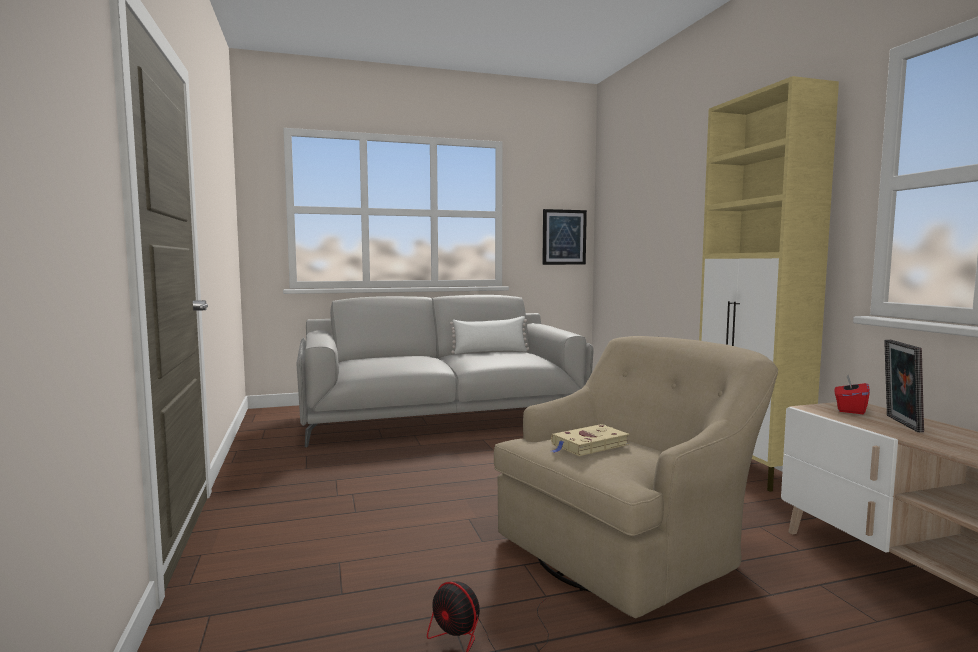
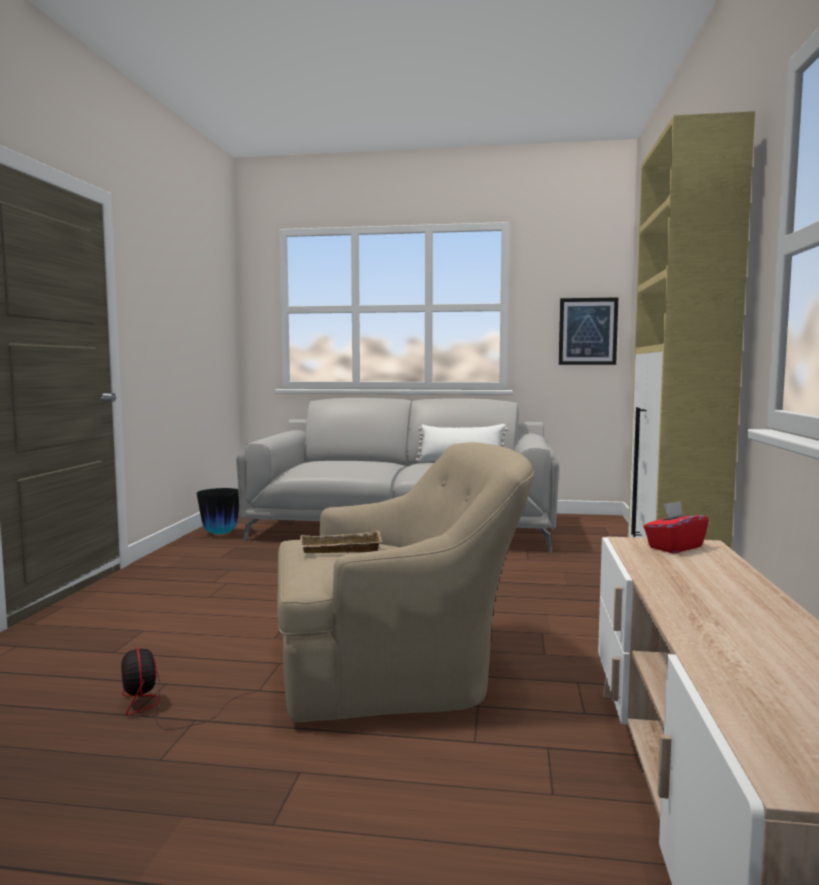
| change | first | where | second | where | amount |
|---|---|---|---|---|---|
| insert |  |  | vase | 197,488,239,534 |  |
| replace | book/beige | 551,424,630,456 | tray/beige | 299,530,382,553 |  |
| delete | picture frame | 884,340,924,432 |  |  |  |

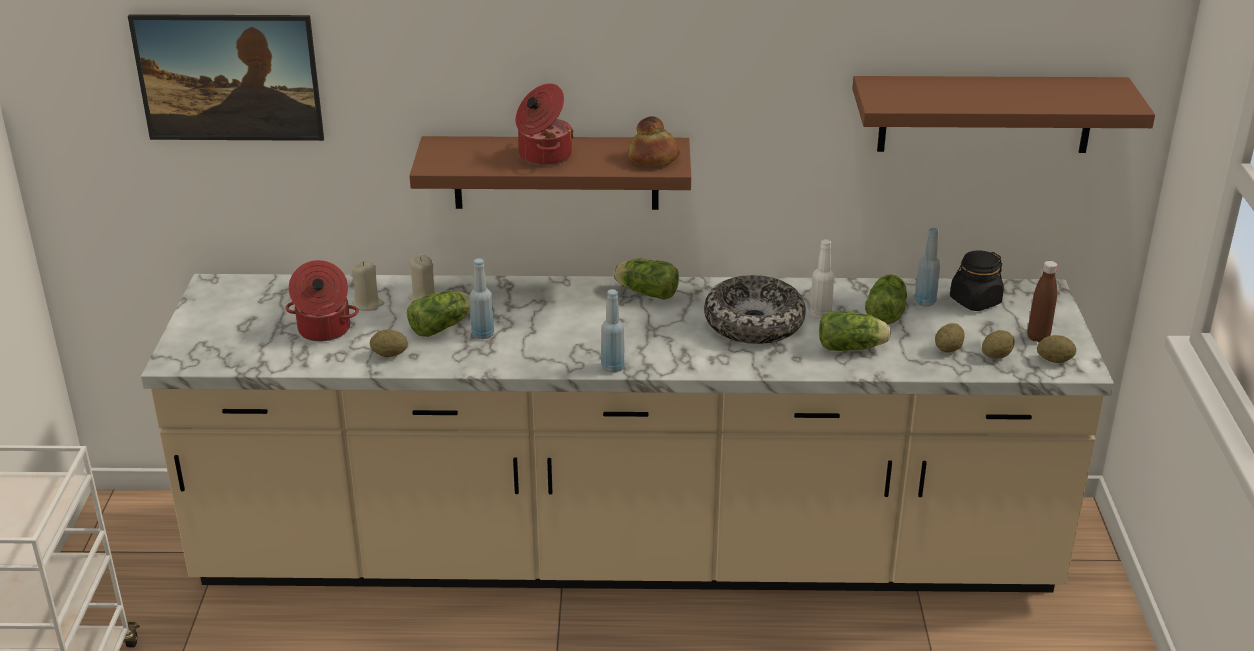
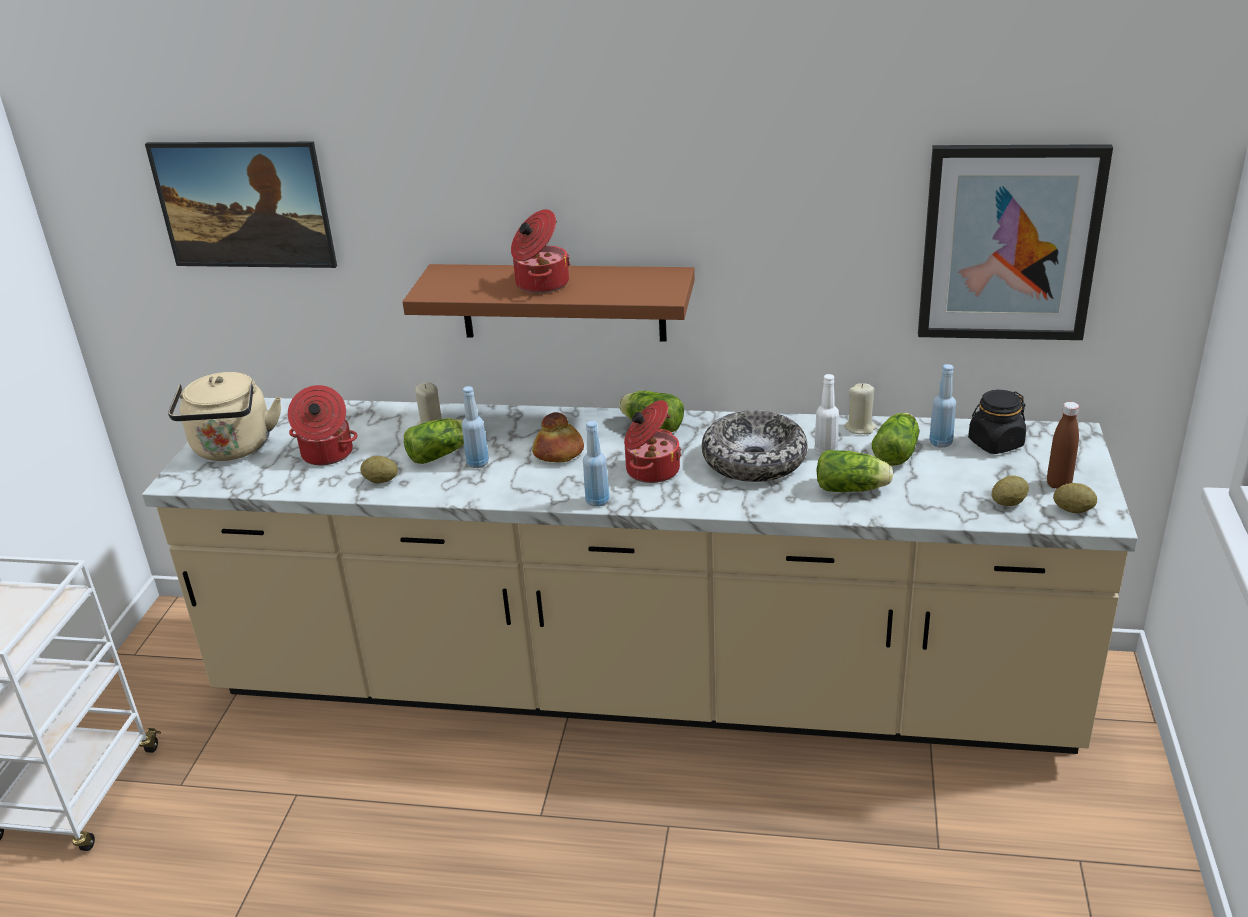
| change | first | where | second | where | amount |
|---|---|---|---|---|---|
| insert |  |  | kettle/beige | 168,372,281,461 |  |
| move | bread | 628,116,680,166 |  | 532,412,584,462 |  |
| insert |  |  | cooking pot | 624,400,682,483 |  |
| move | candle/beige | 351,261,384,311 |  | 844,383,877,434 |  |
| replace | shelf/brown | 852,76,1155,153 | picture | 918,144,1113,340 |  |
| delete | potato | 935,323,965,353 |  |  |  |

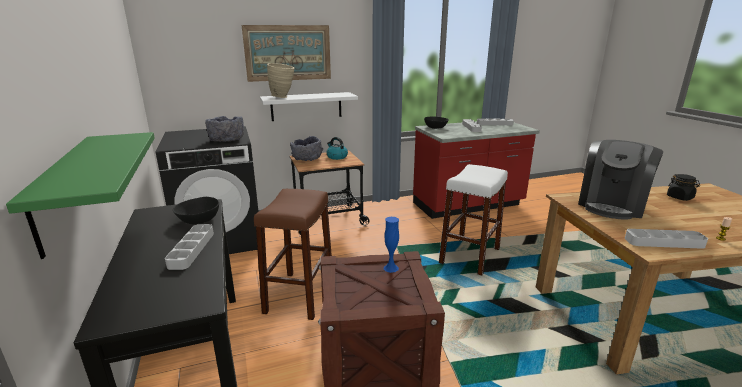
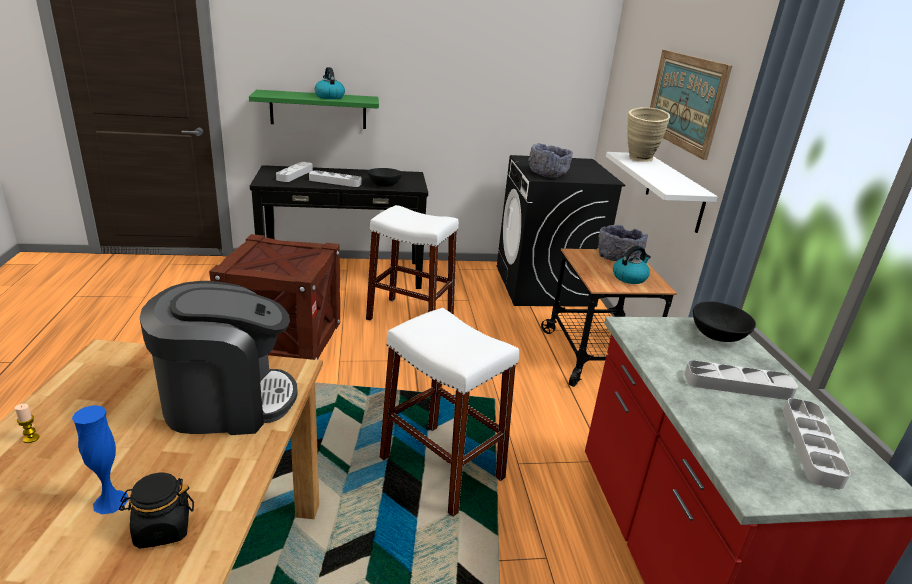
| change | first | where | second | where | amount |
|---|---|---|---|---|---|
| move | vase/blue | 383,217,399,273 |  | 72,405,129,514 |  |
| rotate | coffee machine | 578,140,663,220 |  | 139,281,298,435 | 120 degrees clockwise |
| move | tray/grey | 625,229,708,249 |  | 276,162,313,182 |  |
| insert |  |  | kettle | 315,67,345,99 |  |
| recolor | stool/brown | 254,189,332,320 | stool/white | 366,205,459,321 |  |

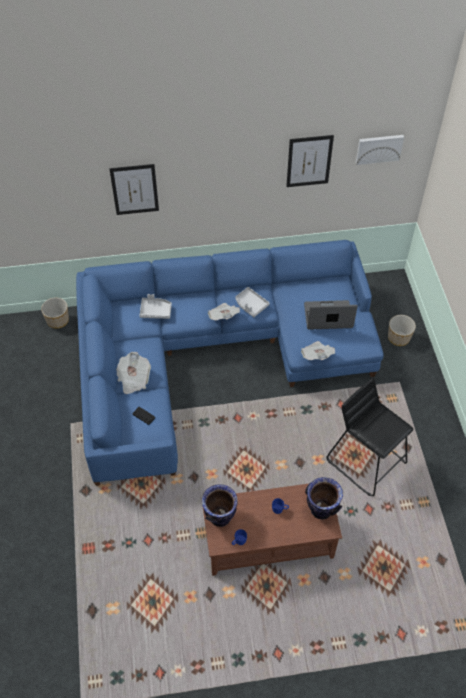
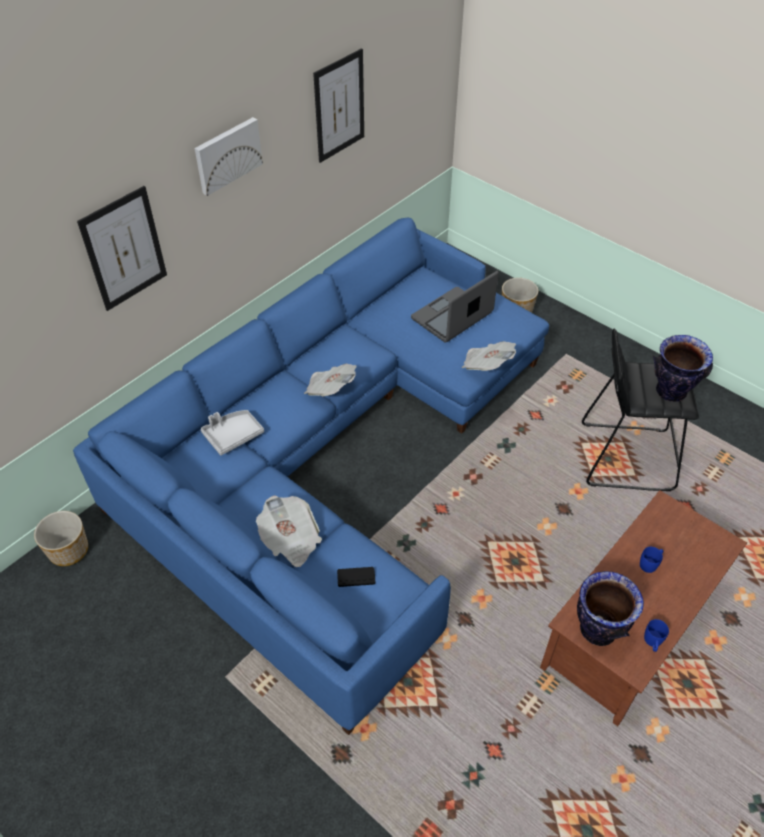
| change | first | where | second | where | amount |
|---|---|---|---|---|---|
| move | picture | 356,135,404,165 |  | 195,117,263,196 |  |
| move | vase | 305,477,343,519 |  | 653,335,713,402 |  |
| delete | tray/grey | 235,287,270,317 |  |  |  |

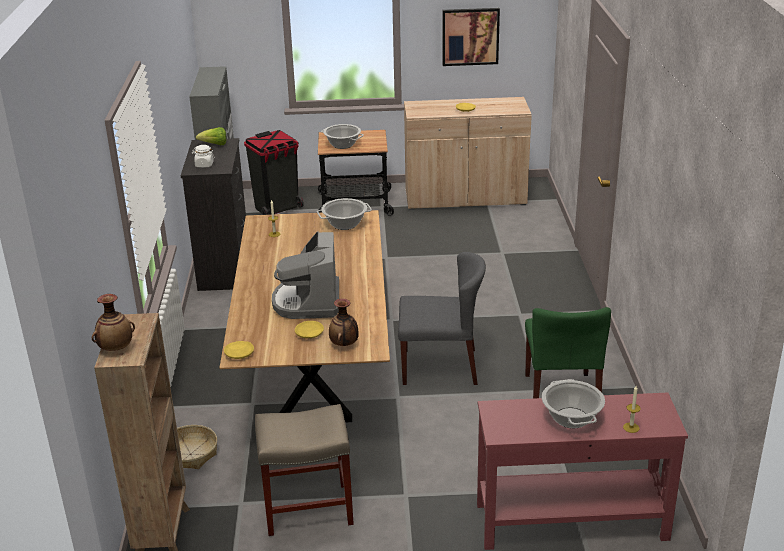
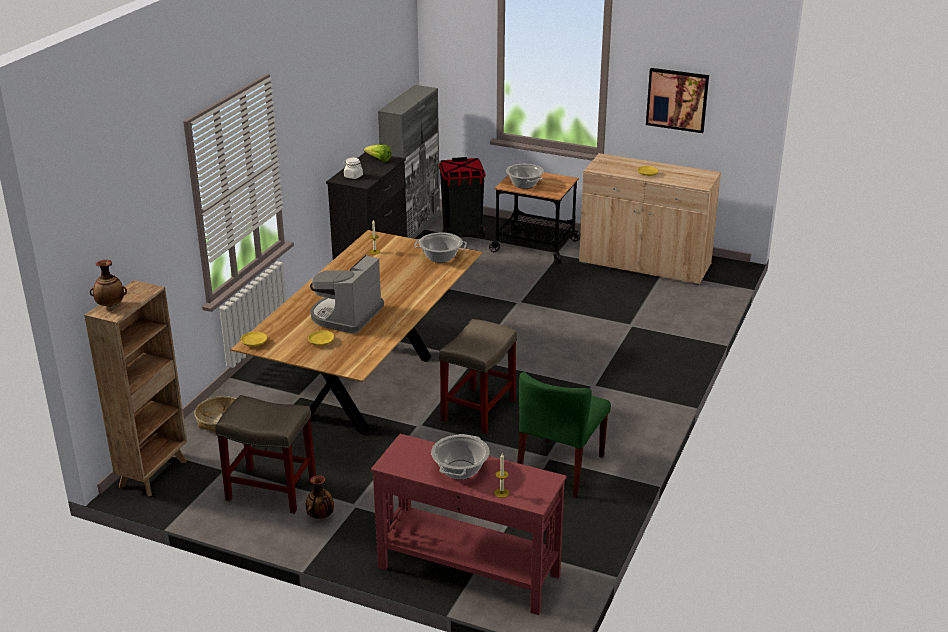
| change | first | where | second | where | amount |
|---|---|---|---|---|---|
| move | vase | 329,298,359,346 |  | 306,475,334,519 |  |
| replace | chair/grey | 398,252,486,385 | stool/beige | 439,319,517,434 |  |

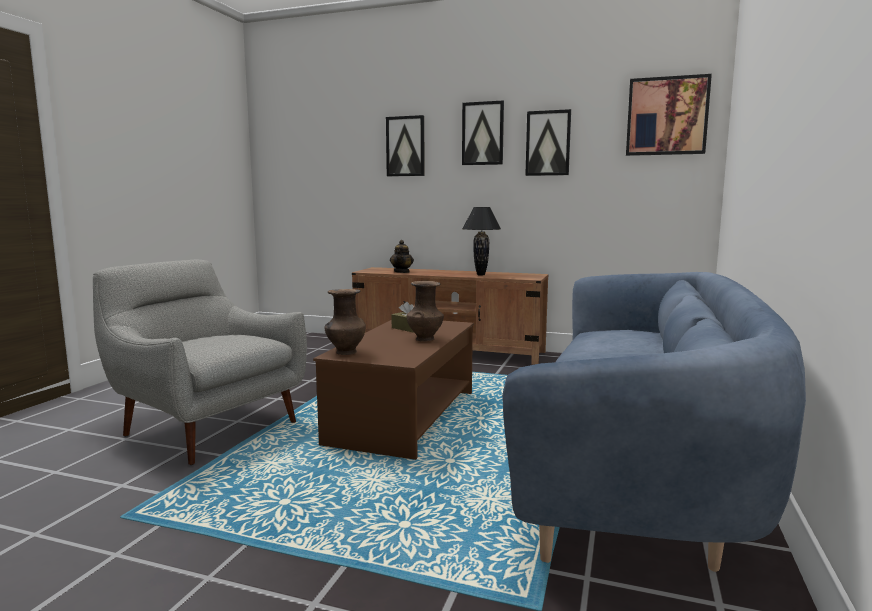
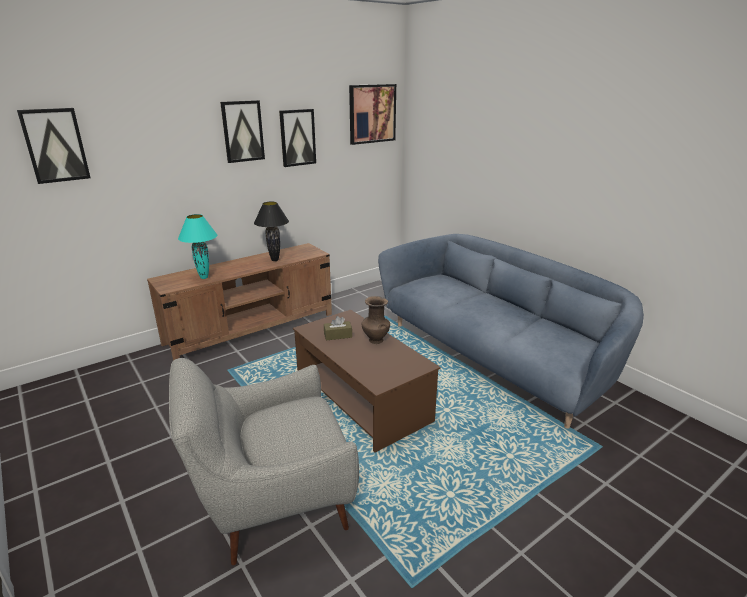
| change | first | where | second | where | amount |
|---|---|---|---|---|---|
| move | picture | 386,115,424,176 |  | 17,108,91,184 |  |
| replace | teapot | 390,240,414,273 | table lamp/turquoise | 178,214,217,279 |  |
| delete | vase/brown | 324,289,366,355 |  |  |  |

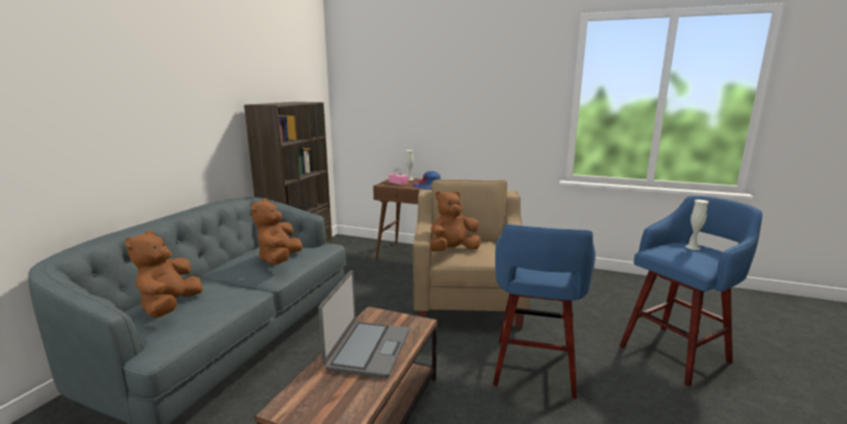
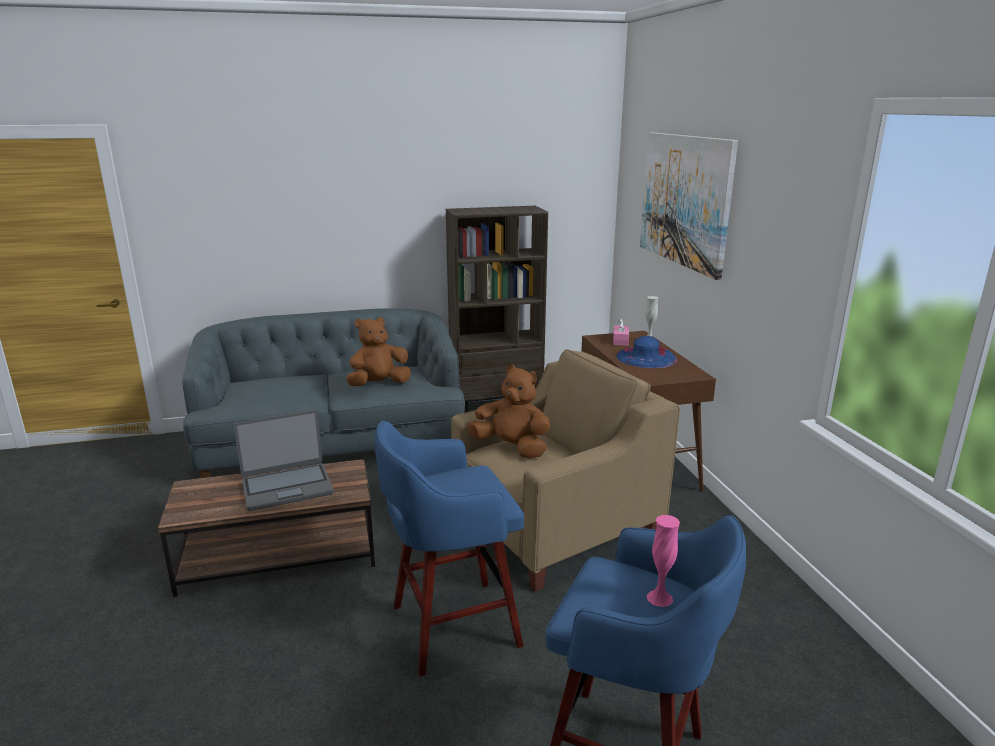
| change | first | where | second | where | amount |
|---|---|---|---|---|---|
| insert |  |  | picture | 640,132,738,280 |  |
| recolor | vase/white | 685,200,709,250 | vase/pink | 647,515,680,607 |  |
| delete | plush toy/brown | 125,230,203,318 |  |  |  |

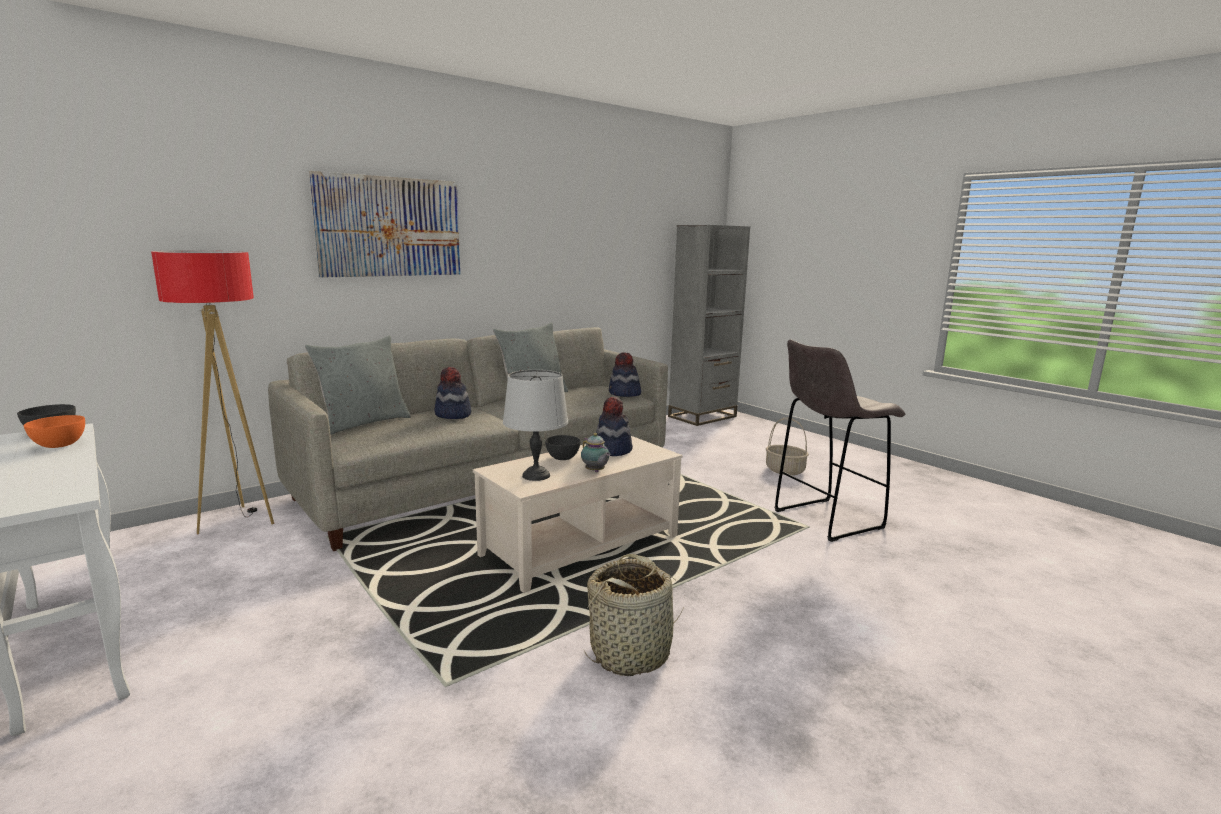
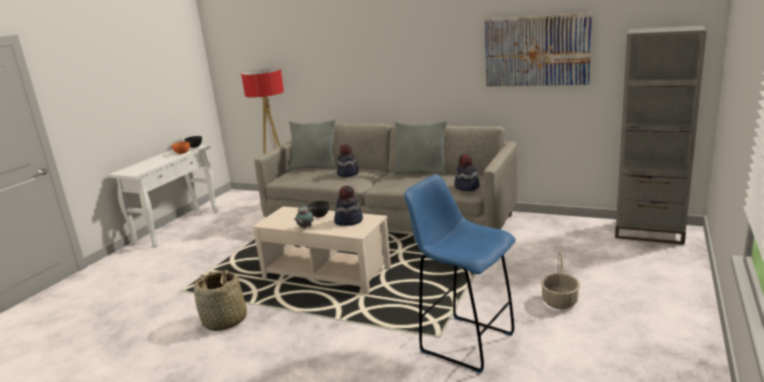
| change | first | where | second | where | amount |
|---|---|---|---|---|---|
| recolor | stool/grey | 775,340,906,542 | stool/blue | 404,174,516,373 |  |
| move | picture | 309,171,460,278 |  | 485,13,592,86 |  |
| delete | table lamp/grey | 503,370,568,481 |  |  |  |

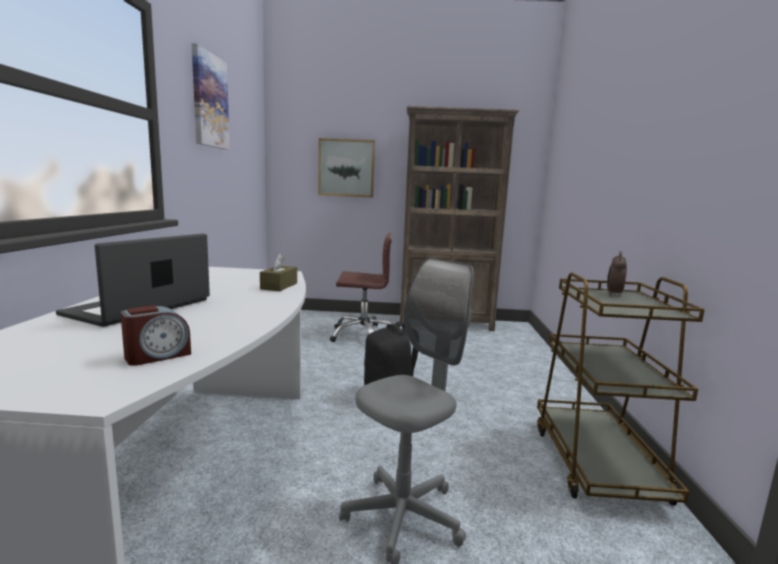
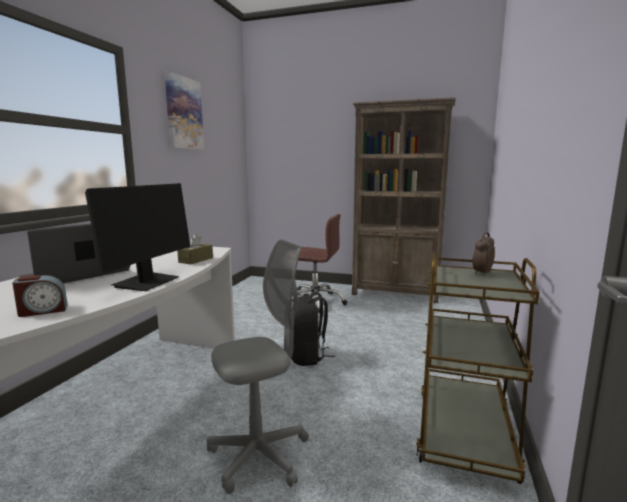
| change | first | where | second | where | amount |
|---|---|---|---|---|---|
| insert |  |  | monitor | 85,183,190,291 |  |
| delete | picture | 318,138,375,198 |  |  |  |

